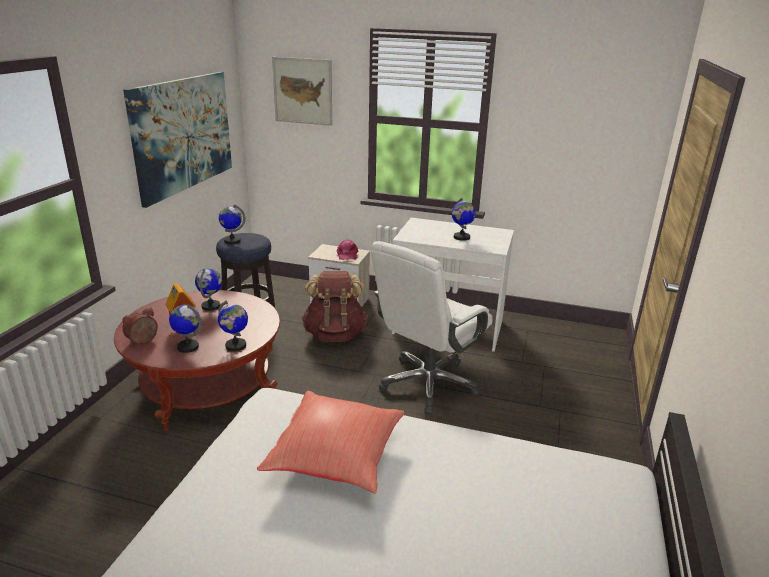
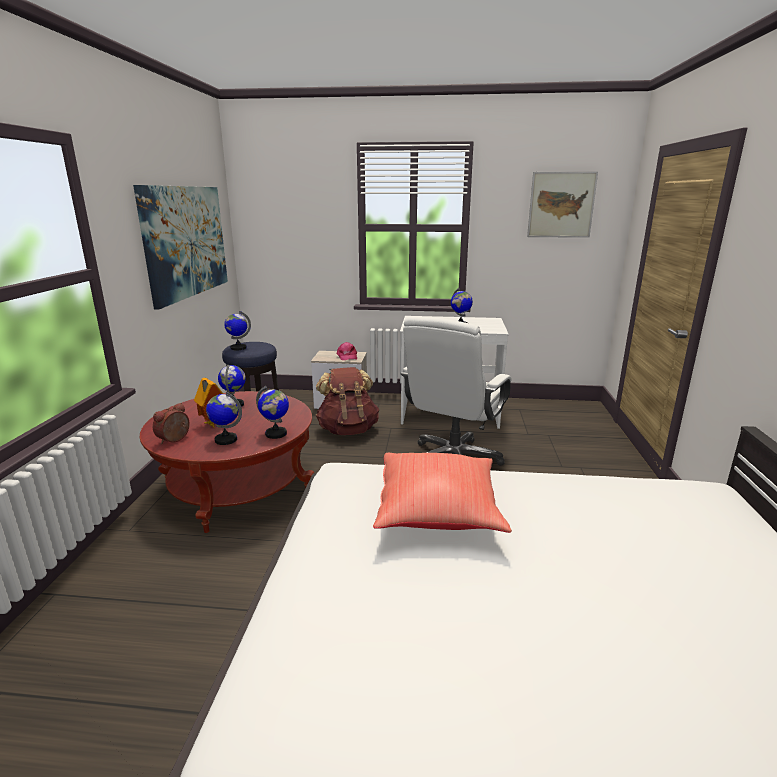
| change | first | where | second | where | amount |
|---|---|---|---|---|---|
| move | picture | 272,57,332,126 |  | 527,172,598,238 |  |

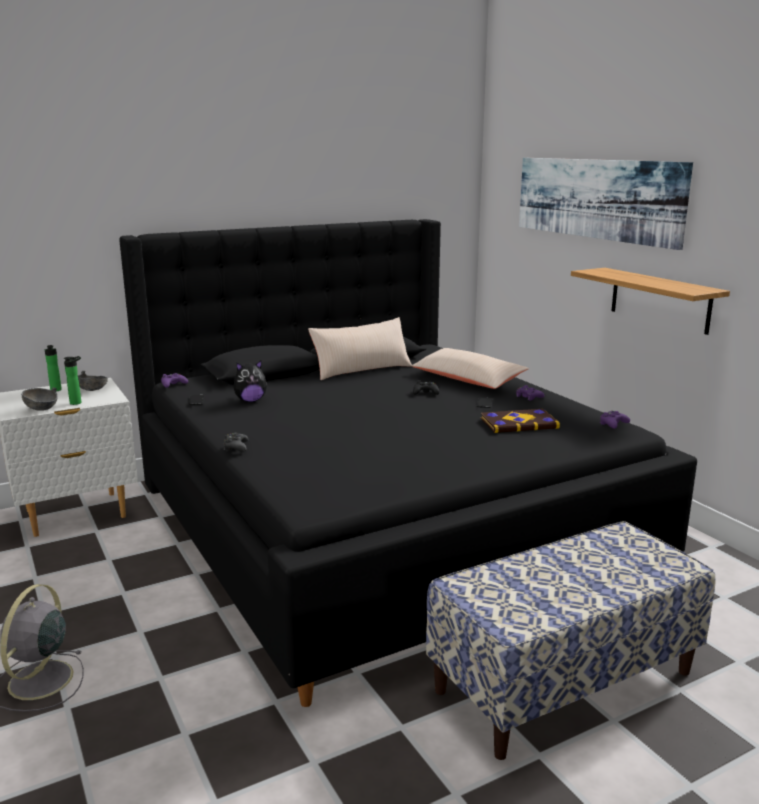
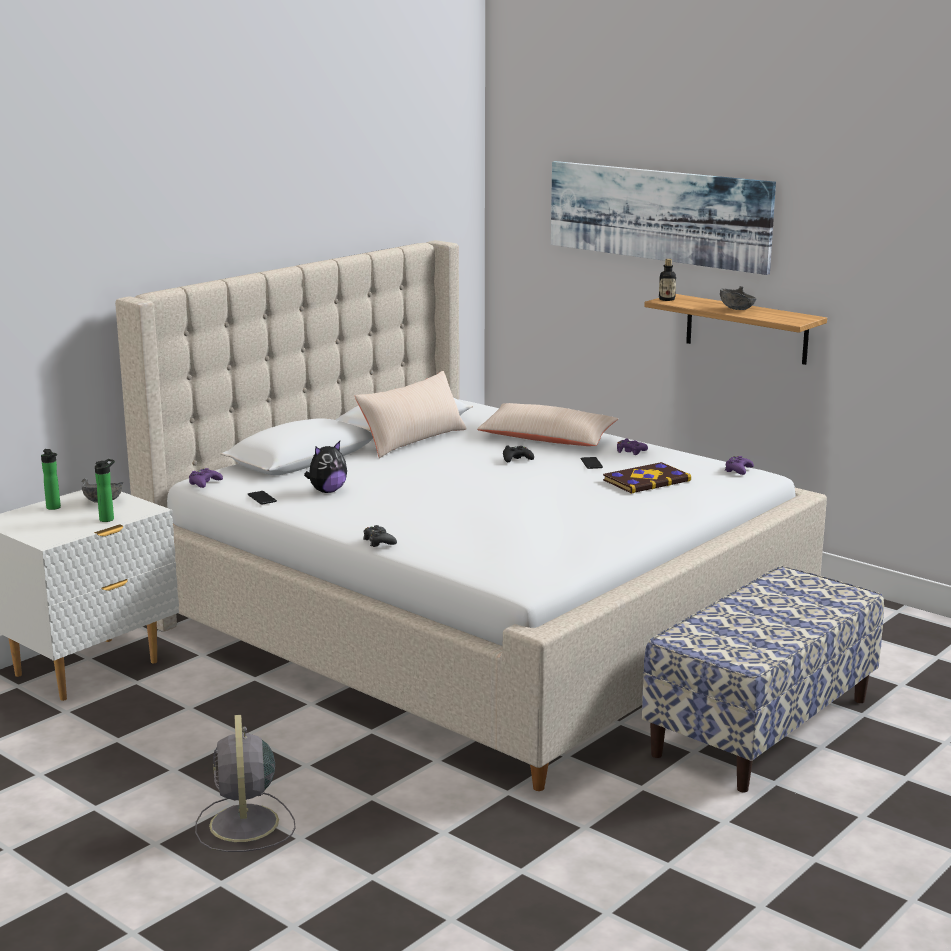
| change | first | where | second | where | amount |
|---|---|---|---|---|---|
| recolor | bed/black | 119,219,697,707 | bed/beige | 115,240,827,791 |  |
| insert |  |  | bottle | 659,259,676,301 |  |
| move | bowl/grey | 21,387,58,411 |  | 720,286,757,310 |  |

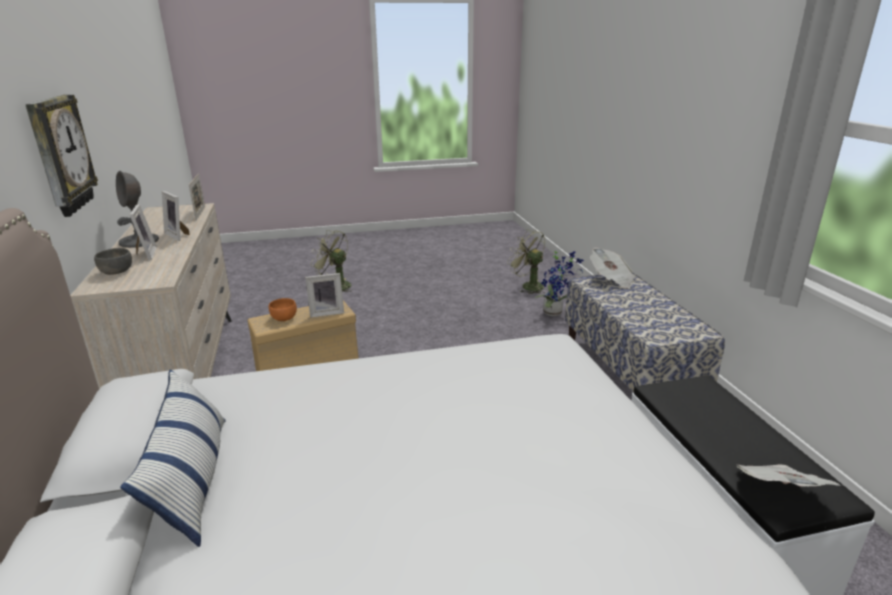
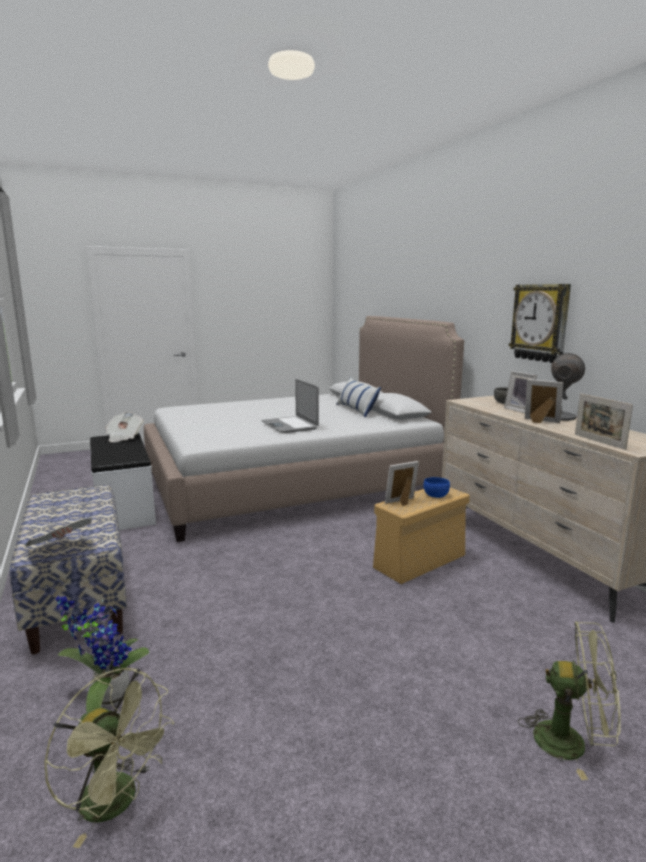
| change | first | where | second | where | amount |
|---|---|---|---|---|---|
| insert |  |  | laptop | 261,379,319,433 |  |
| recolor | bowl/orange | 269,298,297,321 | bowl/blue | 423,477,450,498 |  |

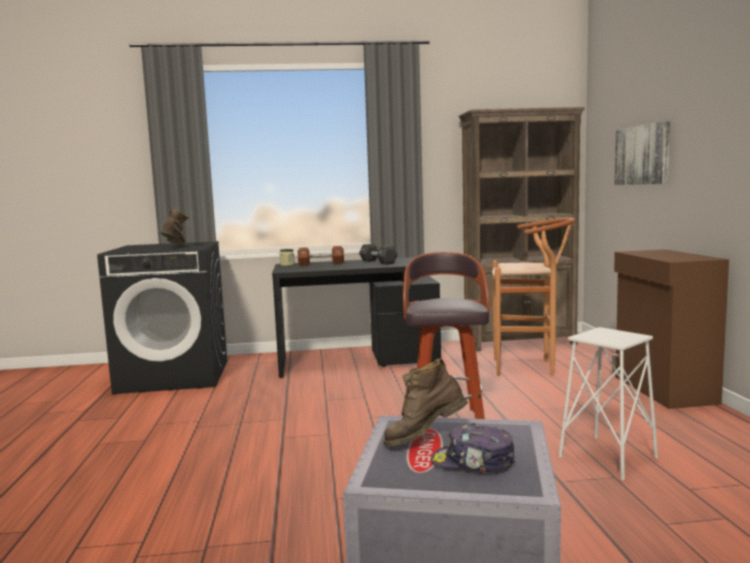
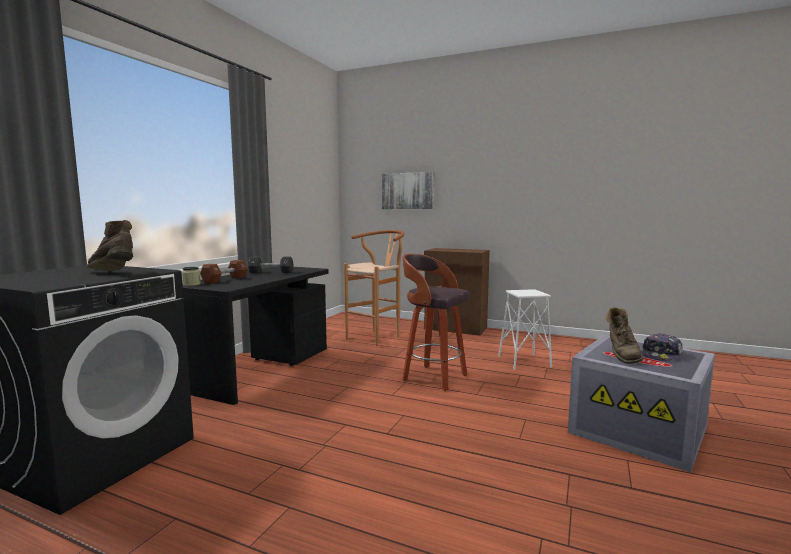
| change | first | where | second | where | amount |
|---|---|---|---|---|---|
| delete | bookcase/brown | 459,107,585,351 |  |  |  |

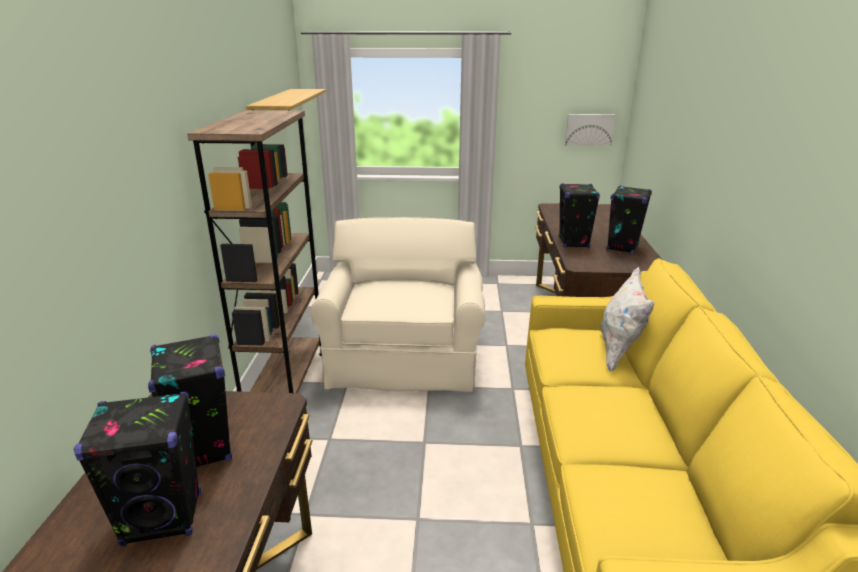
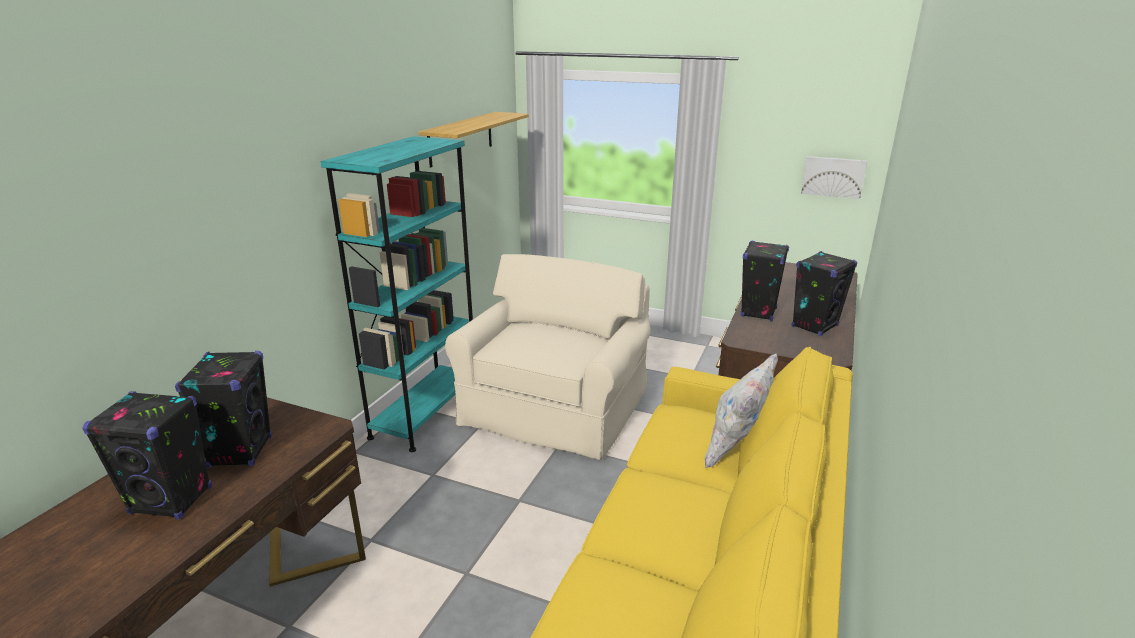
| change | first | where | second | where | amount |
|---|---|---|---|---|---|
| recolor | bookcase/brown | 187,110,322,393 | bookcase/turquoise | 320,136,473,452 |  |

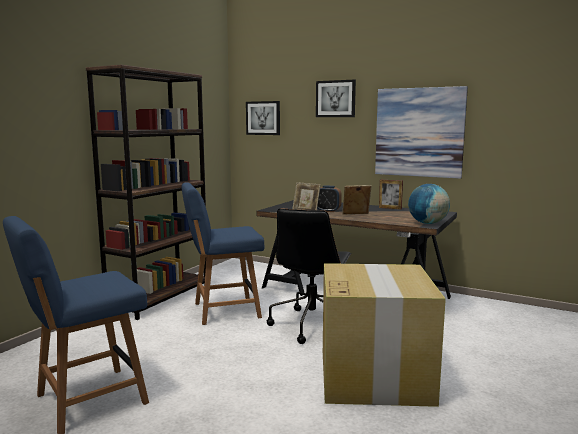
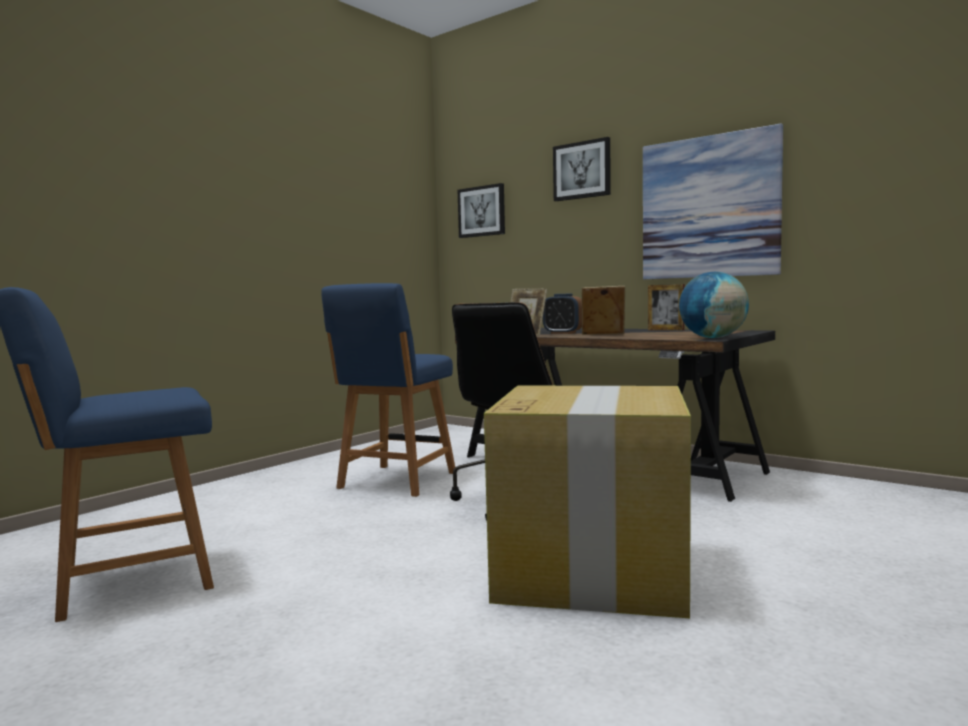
| change | first | where | second | where | amount |
|---|---|---|---|---|---|
| rotate | chair/blue | 181,182,264,325 |  | 321,283,455,497 | 60 degrees counterclockwise |
| delete | bookcase/brown | 86,65,206,320 |  |  |  |

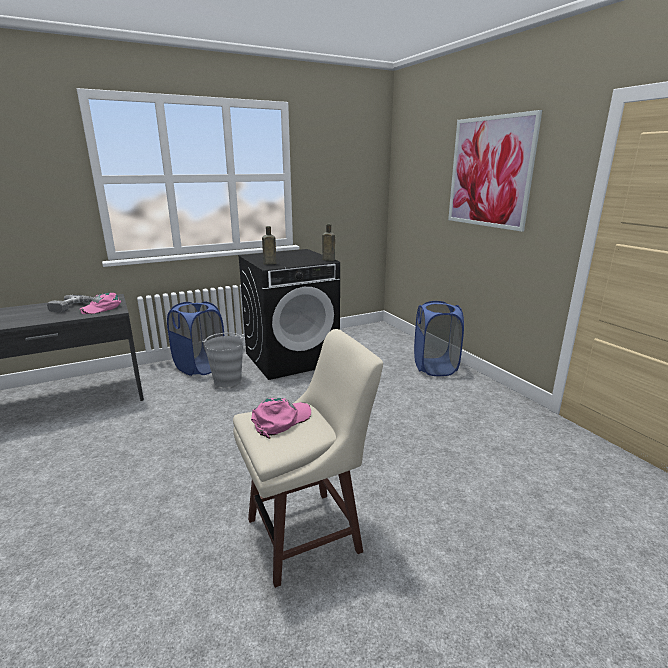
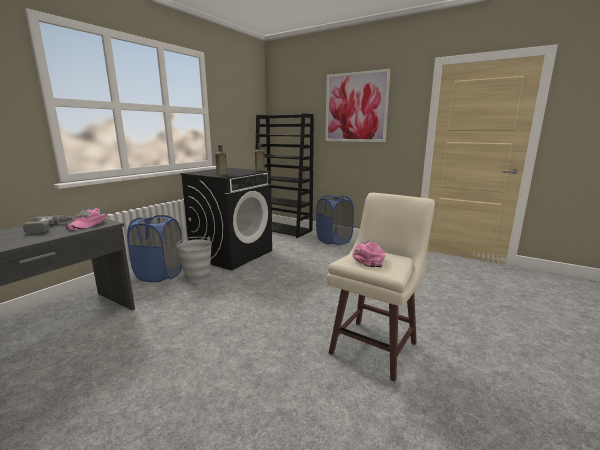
| change | first | where | second | where | amount |
|---|---|---|---|---|---|
| insert |  |  | bookcase/black | 256,113,314,238 |  |

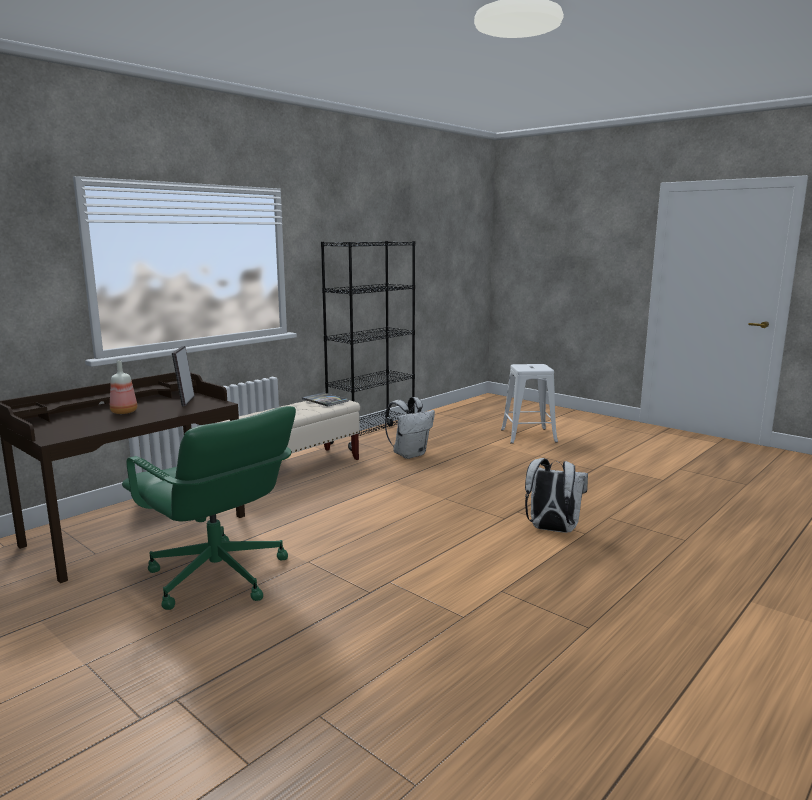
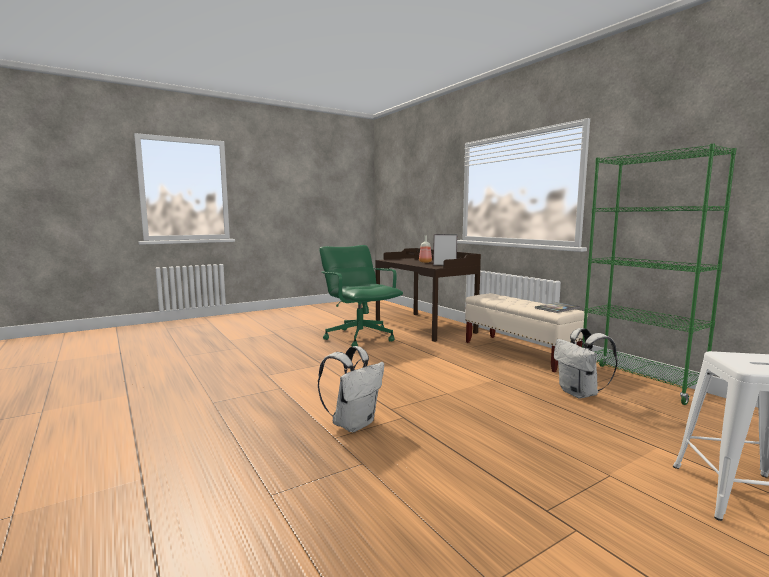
| change | first | where | second | where | amount |
|---|---|---|---|---|---|
| rotate | office chair/green | 122,406,296,610 |  | 319,245,403,347 | 90 degrees clockwise |
| recolor | bookcase/black | 321,241,415,451 | bookcase/green | 582,144,737,405 |  |

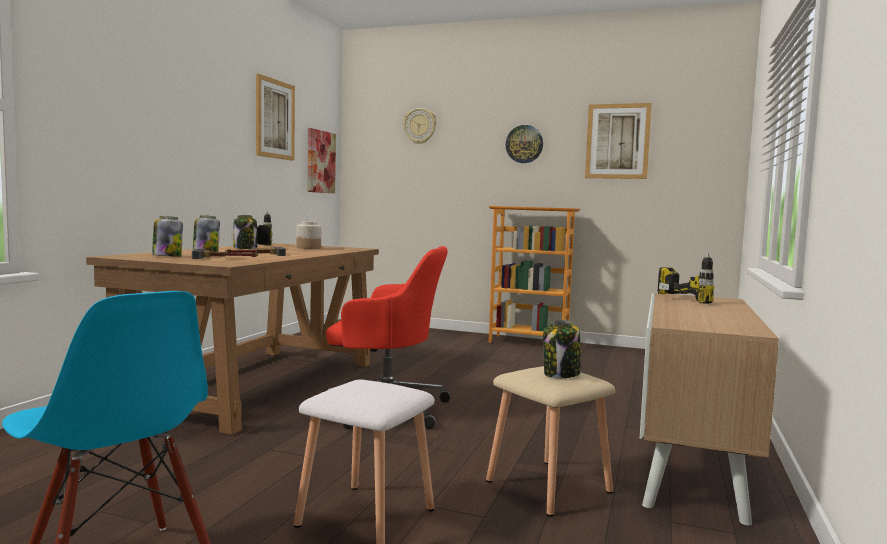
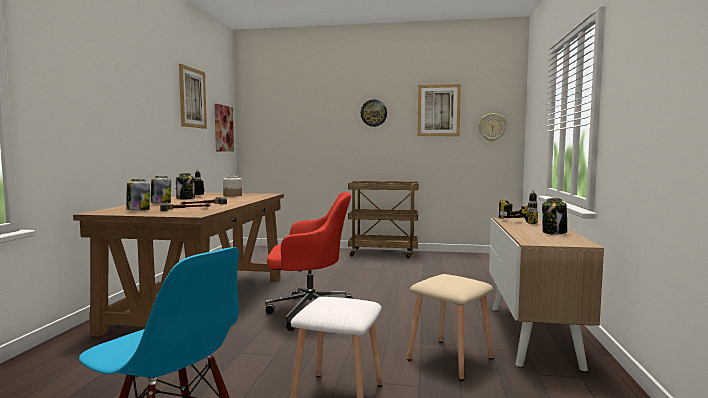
| change | first | where | second | where | amount |
|---|---|---|---|---|---|
| replace | bookcase | 489,206,580,343 | cart/brown | 348,181,419,258 |  |
| move | wall clock | 403,108,437,144 |  | 478,113,507,141 |  |
| move | jar | 543,320,581,378 |  | 542,198,567,235 |  |

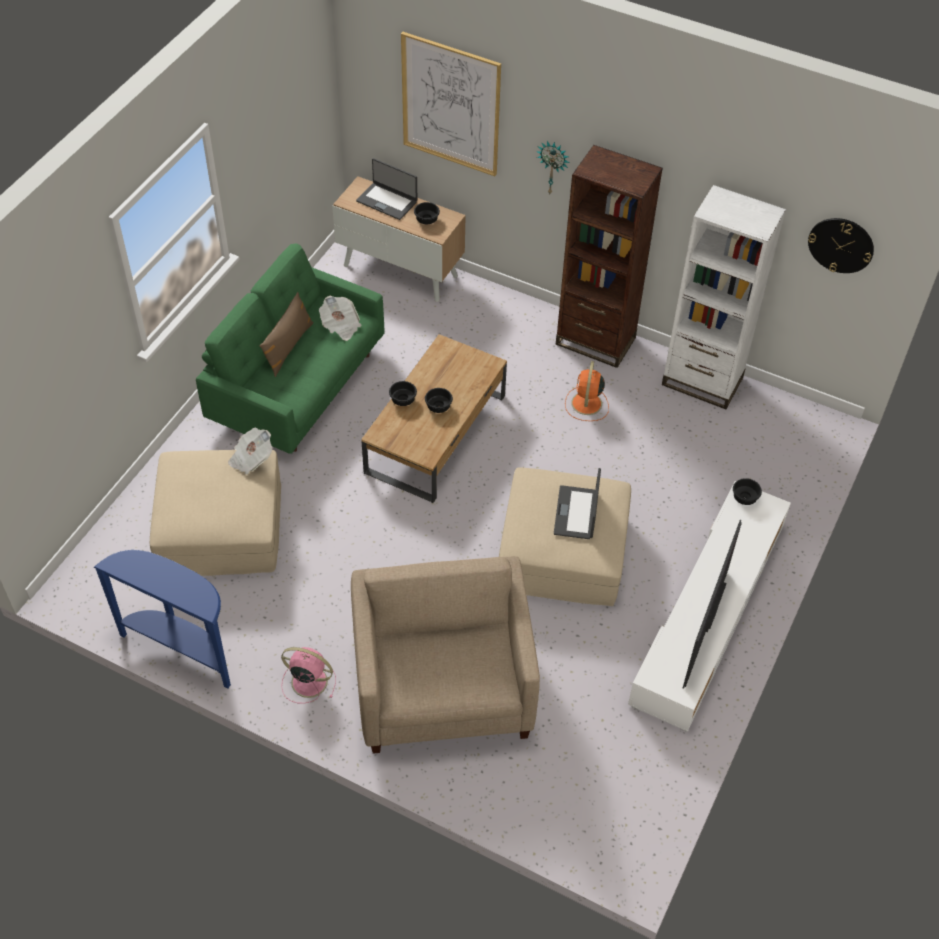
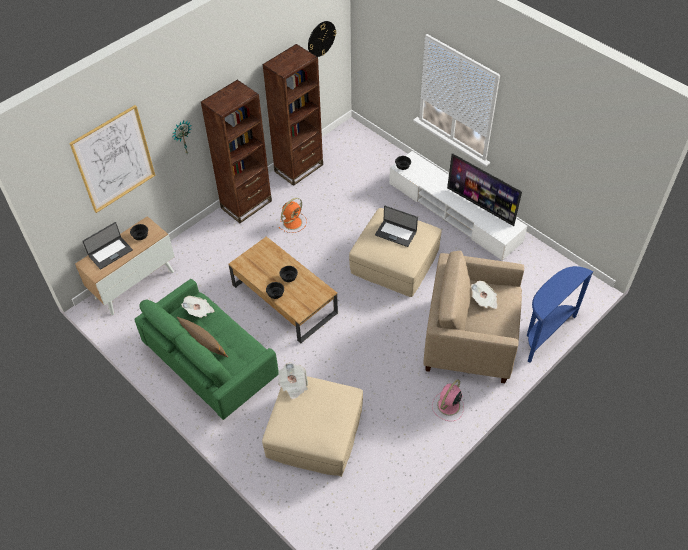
| change | first | where | second | where | amount |
|---|---|---|---|---|---|
| recolor | bookcase/white | 662,185,786,409 | bookcase/brown | 262,44,323,186 |  |
| rotate | fan/orange | 565,361,609,421 |  | 279,198,307,233 | 75 degrees counterclockwise |
| insert |  |  | newspaper | 471,281,497,309 |  |
| move | console table/blue | 93,550,231,688 |  | 527,266,594,363 |  |

